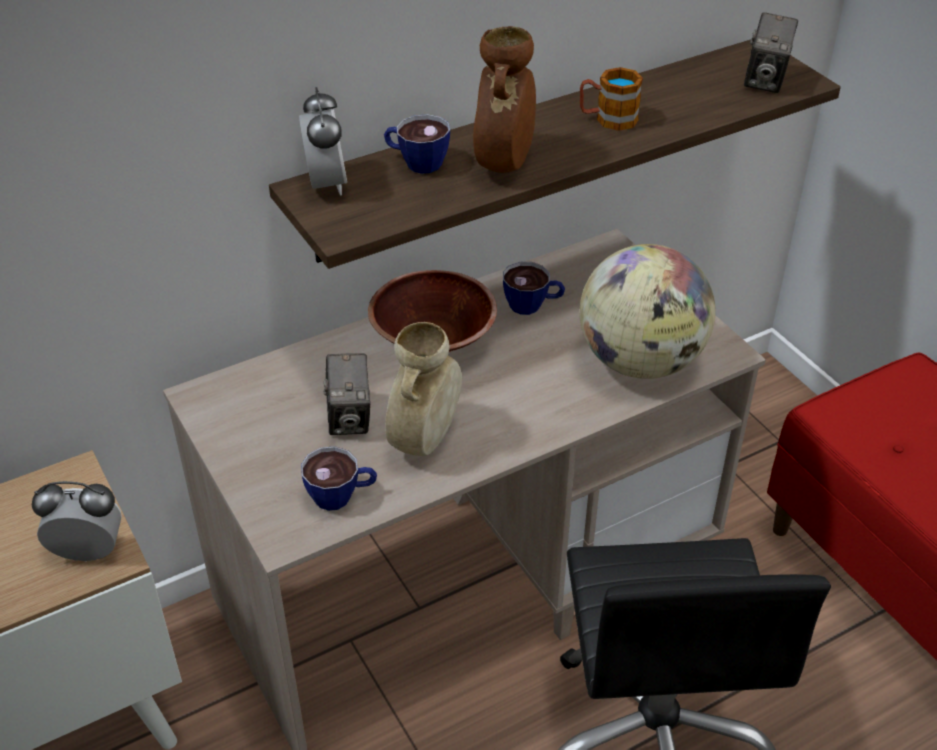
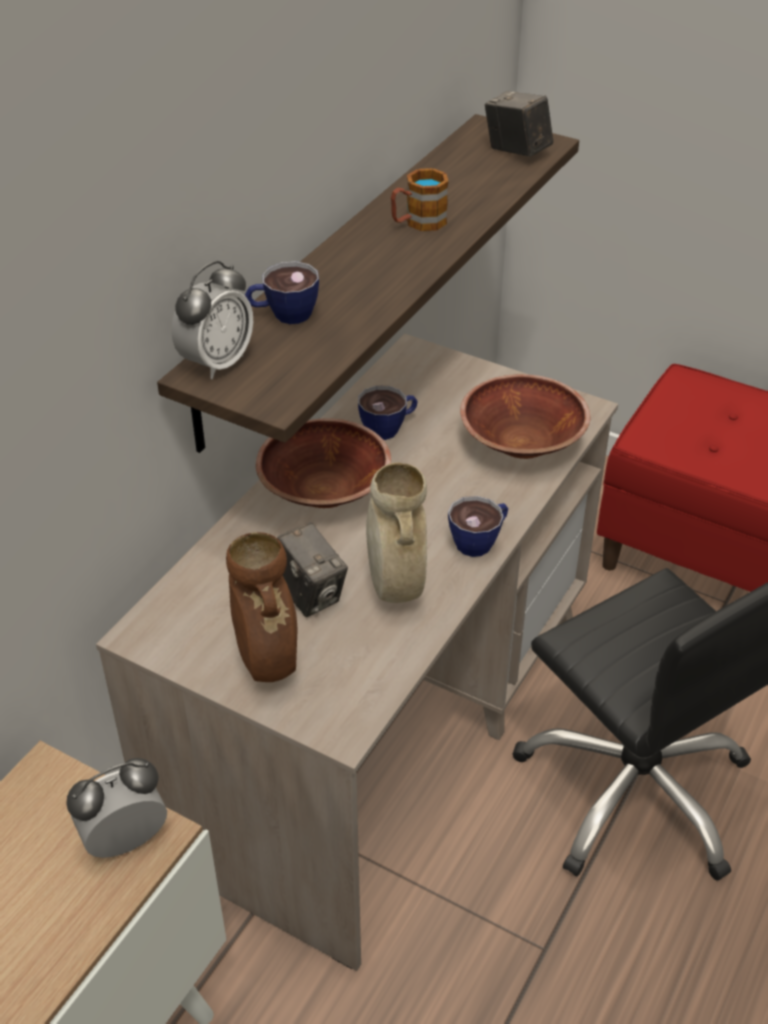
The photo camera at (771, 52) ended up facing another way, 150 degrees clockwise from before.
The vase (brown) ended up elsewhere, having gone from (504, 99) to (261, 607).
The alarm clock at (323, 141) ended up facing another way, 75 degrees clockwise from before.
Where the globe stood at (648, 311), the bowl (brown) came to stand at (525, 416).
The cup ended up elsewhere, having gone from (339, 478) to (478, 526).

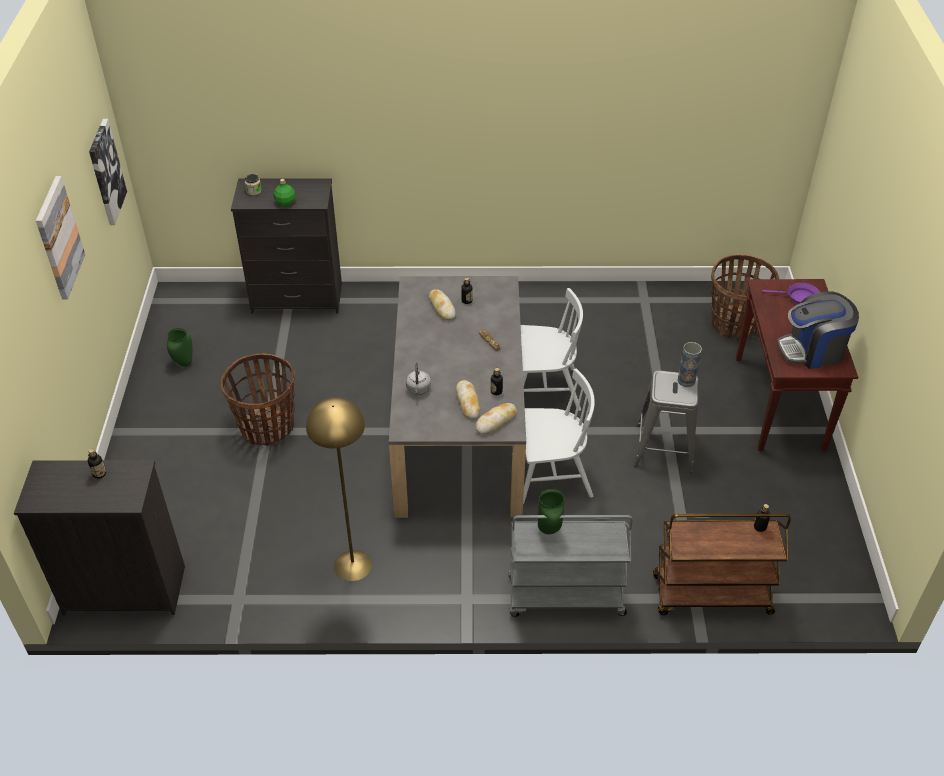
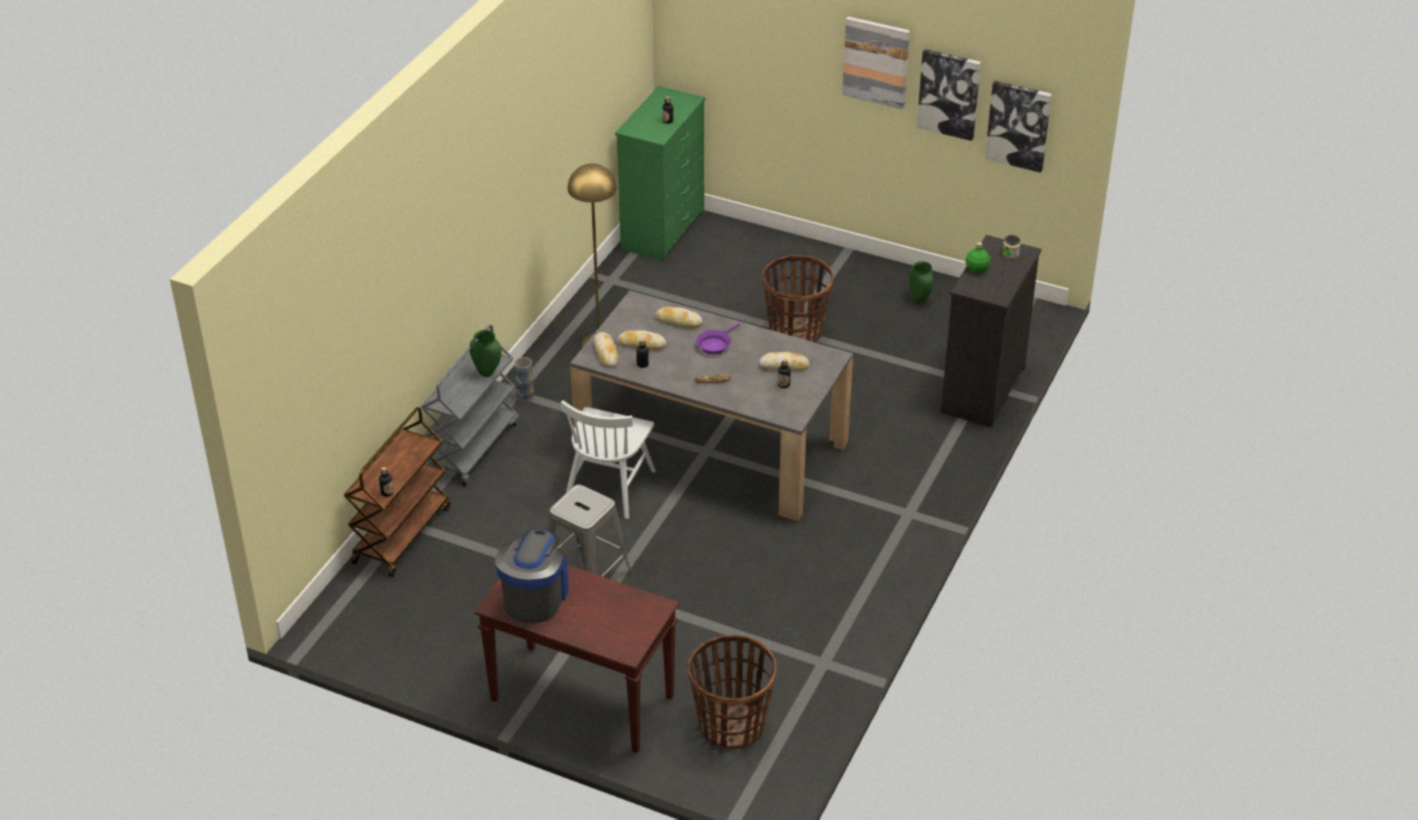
The frying pan (purple) ended up elsewhere, having gone from (791, 293) to (718, 338).
The second view lost the chair (white) at (552, 349).
The vase ended up elsewhere, having gone from (690, 364) to (524, 380).
Where the kettle (grey) stood at (418, 379), the bread came to stand at (679, 317).
What was the dresser (black) at (99, 537) turned into the dresser (green) at (660, 173).
The second view gained the picture at (949, 95).

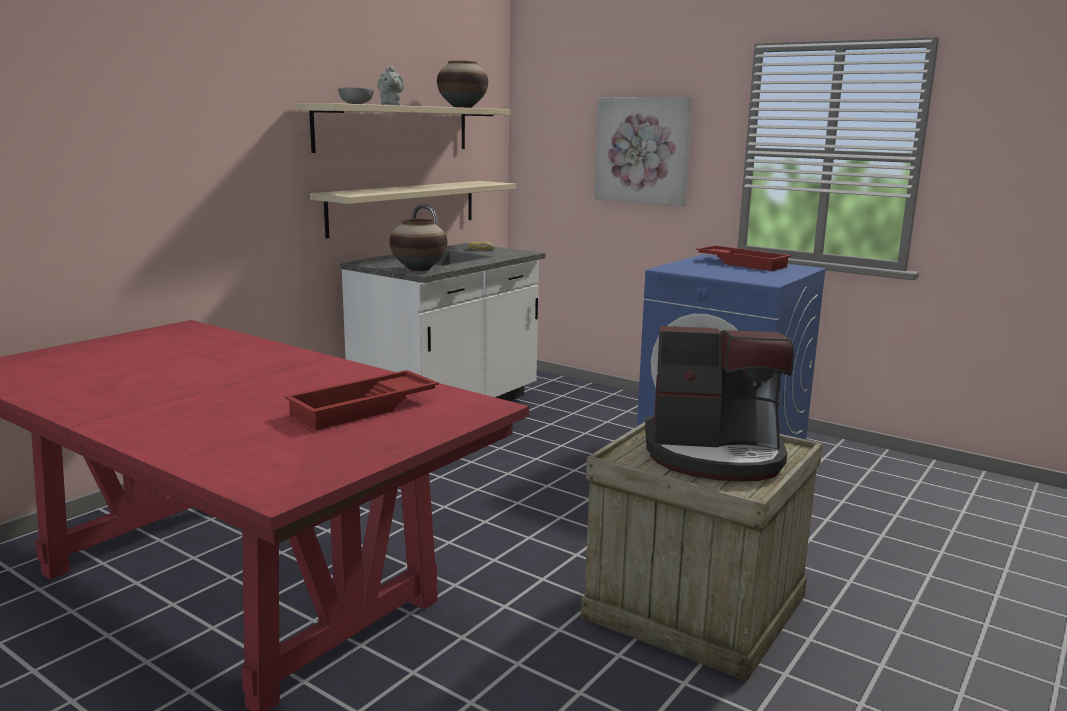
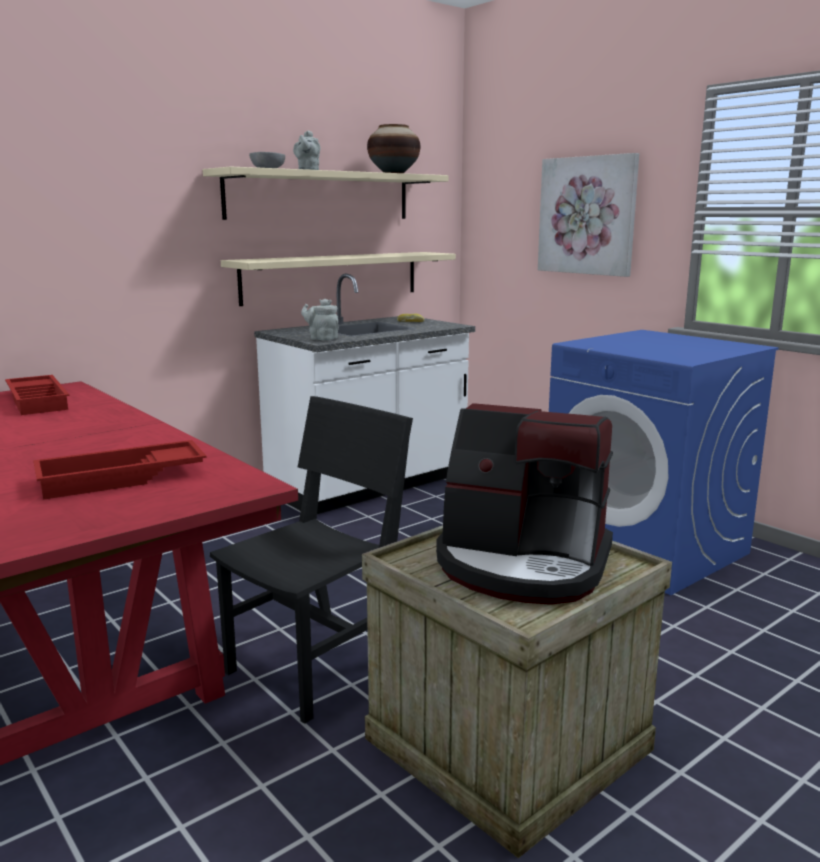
Where the vase stood at (418, 245), the teapot (grey) came to stand at (320, 320).
The tray (red) ended up elsewhere, having gone from (743, 258) to (37, 395).
The second view gained the chair (black) at (311, 560).

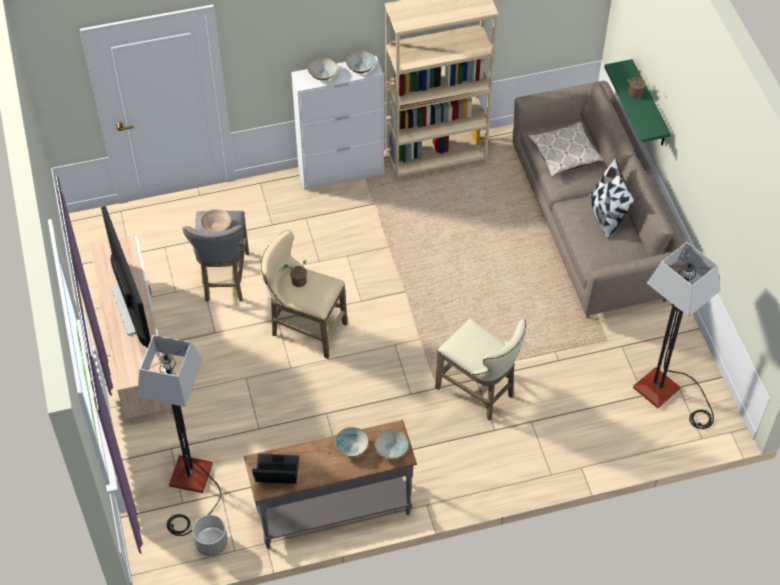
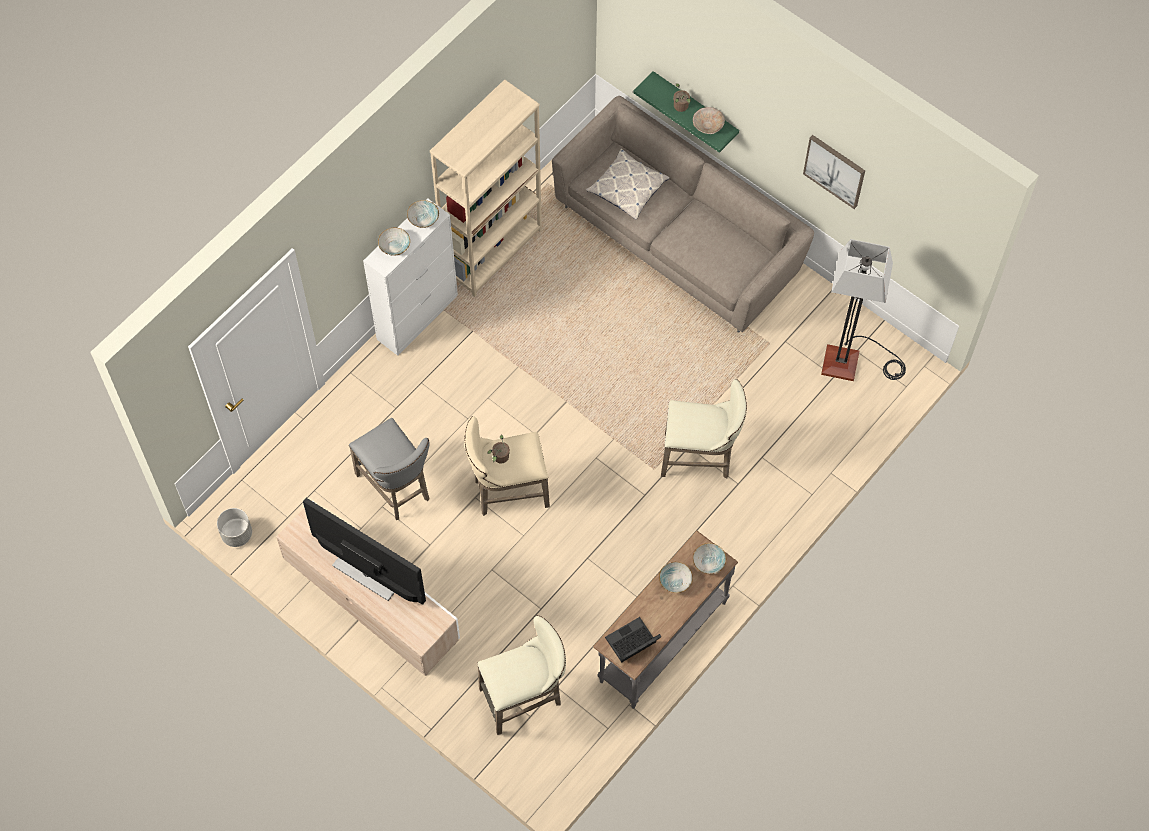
The second view lost the pillow at (612, 198).
The bowl (beige) ended up elsewhere, having gone from (215, 220) to (709, 120).
Where the floor lamp stood at (179, 435), the stool (beige) came to stand at (521, 675).
The planter (grey) ended up elsewhere, having gone from (210, 535) to (234, 527).
The second view gained the picture at (834, 172).

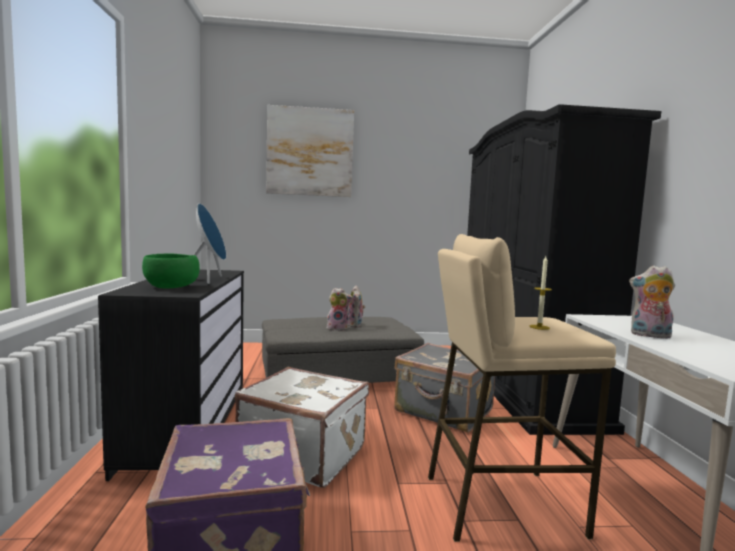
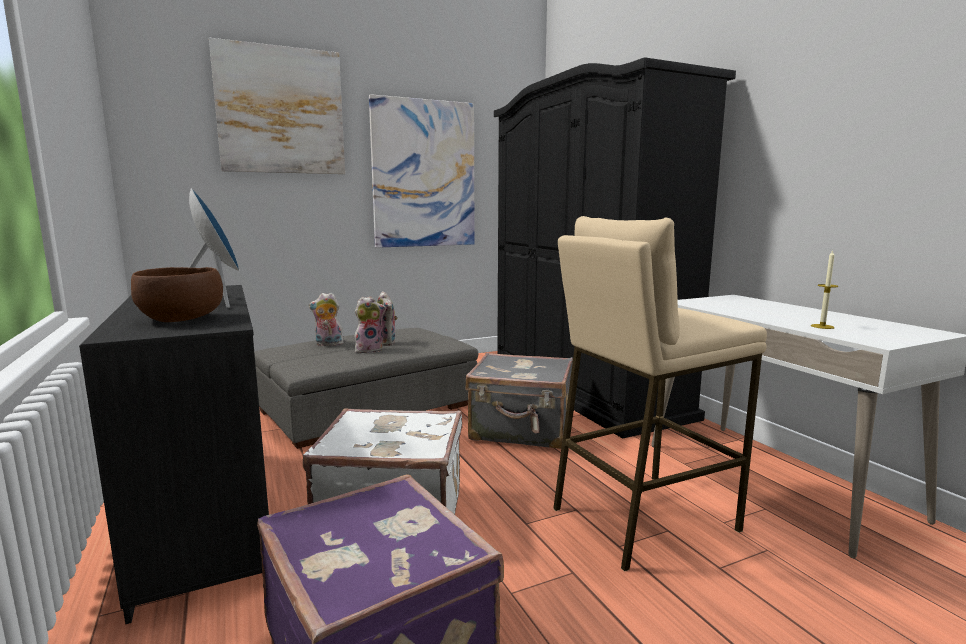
What was the bowl (green) at (171, 271) turned into the bowl (brown) at (177, 294).
The candle ended up elsewhere, having gone from (540, 293) to (824, 289).
The plush toy ended up elsewhere, having gone from (652, 302) to (326, 319).
The second view gained the picture at (422, 171).

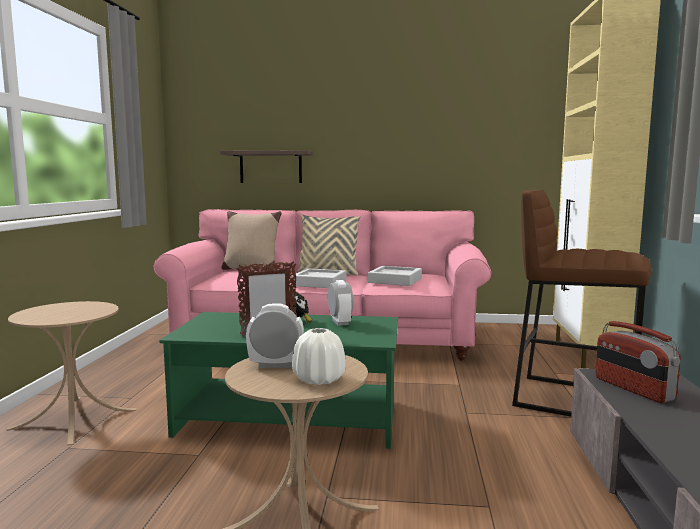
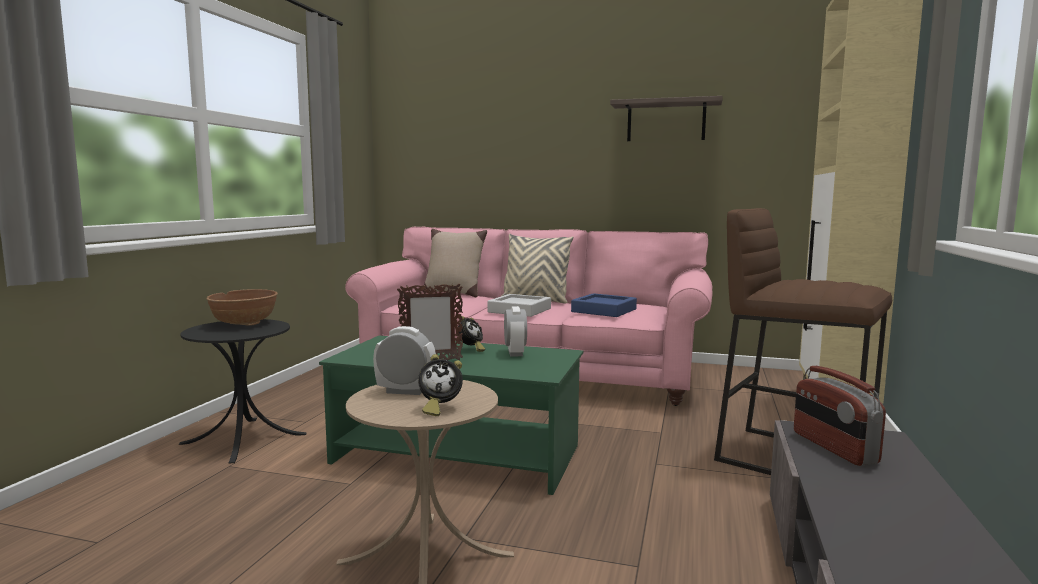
The shelf ended up elsewhere, having gone from (266, 166) to (666, 118).
What was the tray (grey) at (395, 276) turned into the tray (blue) at (604, 305).
What was the side table (beige) at (71, 373) turned into the side table (black) at (243, 391).
Where the vase (white) stood at (319, 356), the alarm clock came to stand at (440, 385).
The second view gained the bowl (brown) at (242, 307).

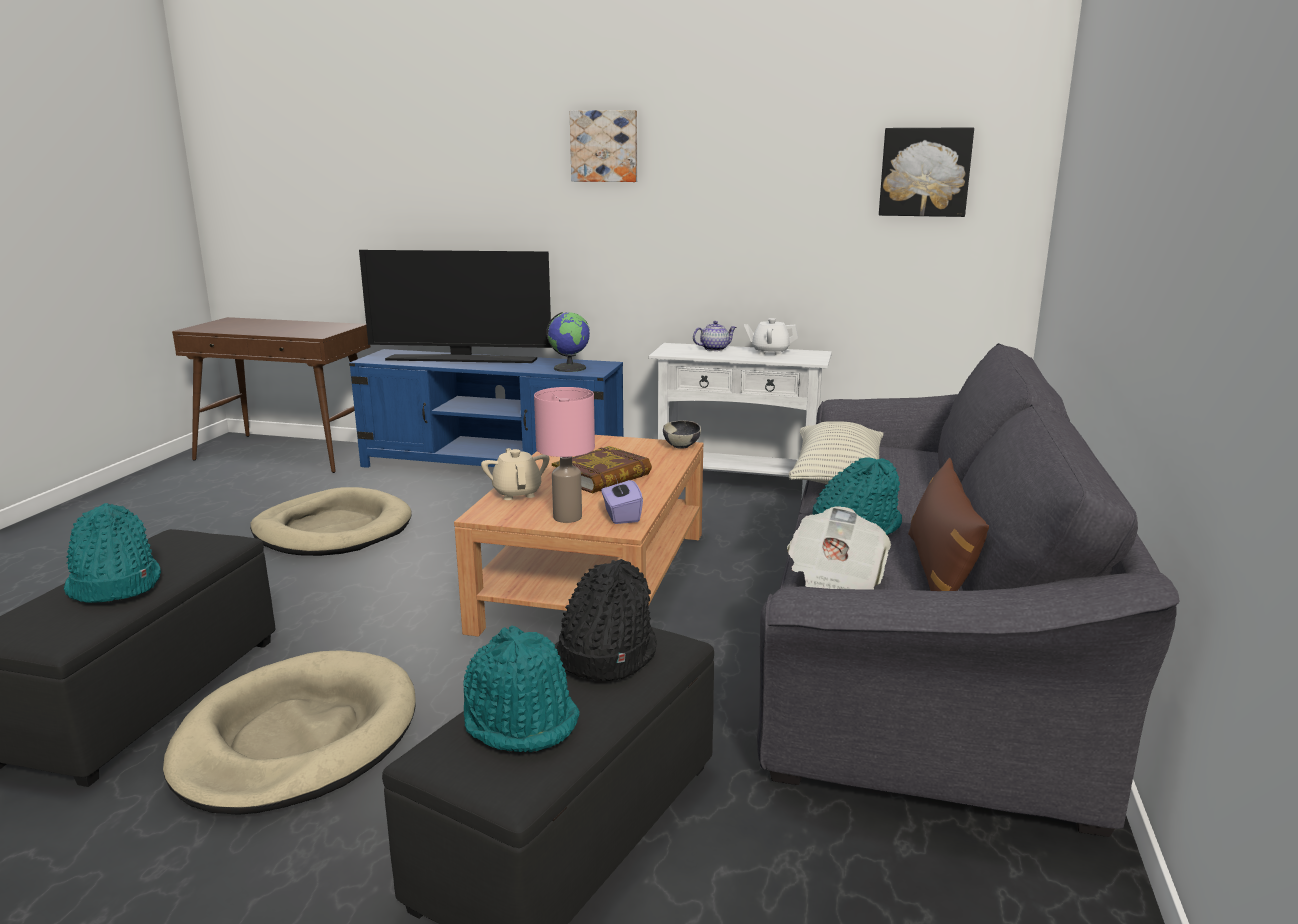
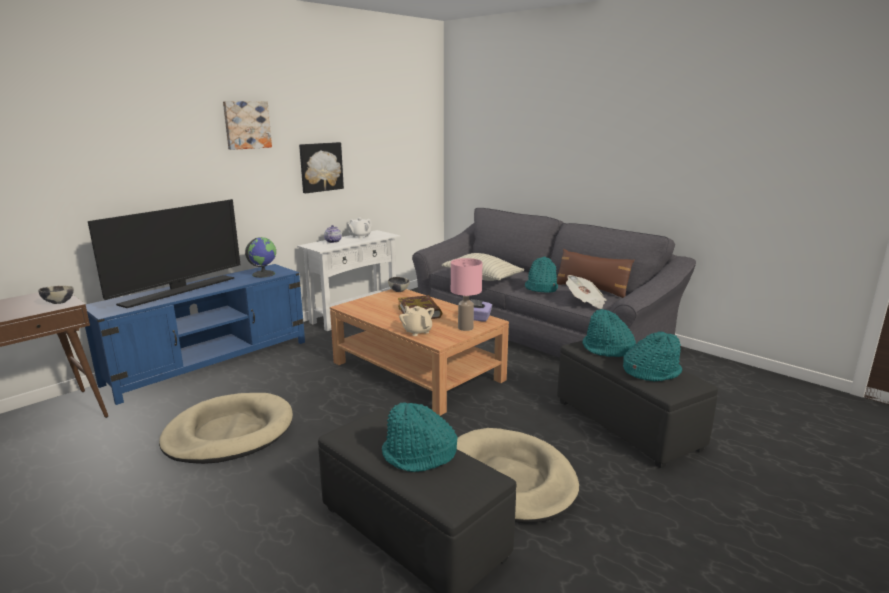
The picture ended up elsewhere, having gone from (926, 172) to (321, 167).
The teapot (beige) at (515, 474) ended up facing another way, 45 degrees clockwise from before.
What was the hat (black) at (606, 620) turned into the hat (turquoise) at (609, 333).
The second view gained the bowl at (56, 295).

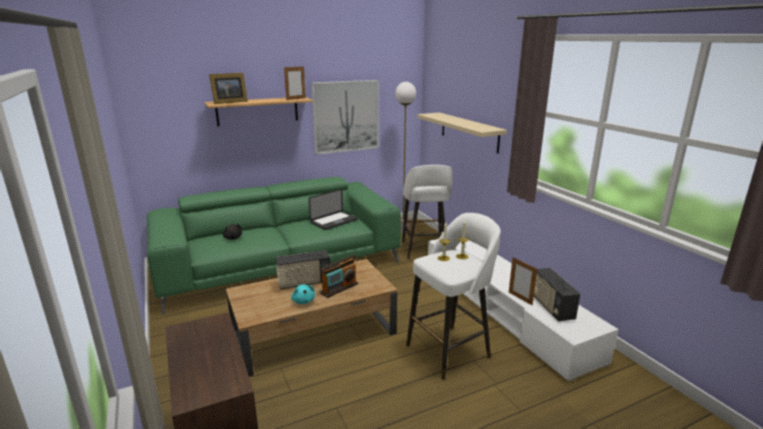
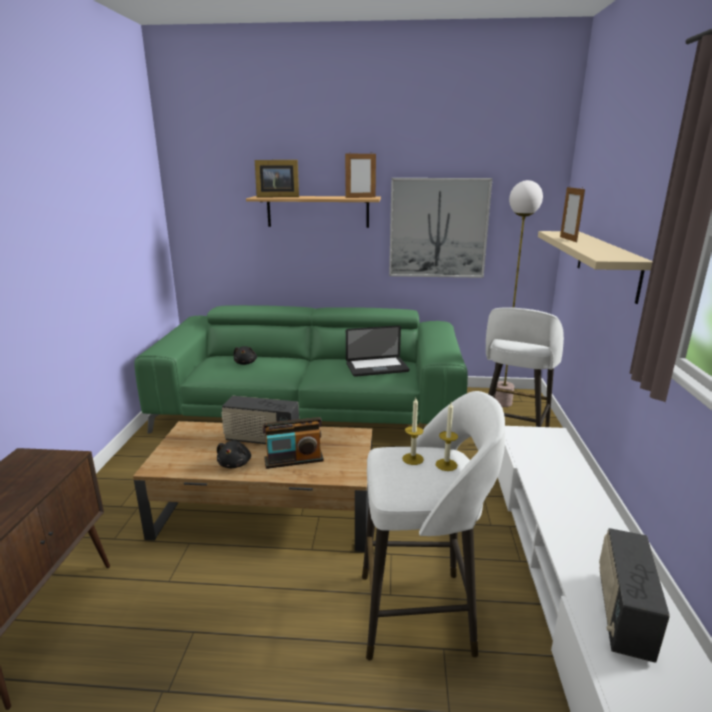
The picture frame ended up elsewhere, having gone from (523, 281) to (572, 214).
What was the plush toy (turquoise) at (303, 294) turned into the plush toy (black) at (234, 454).

